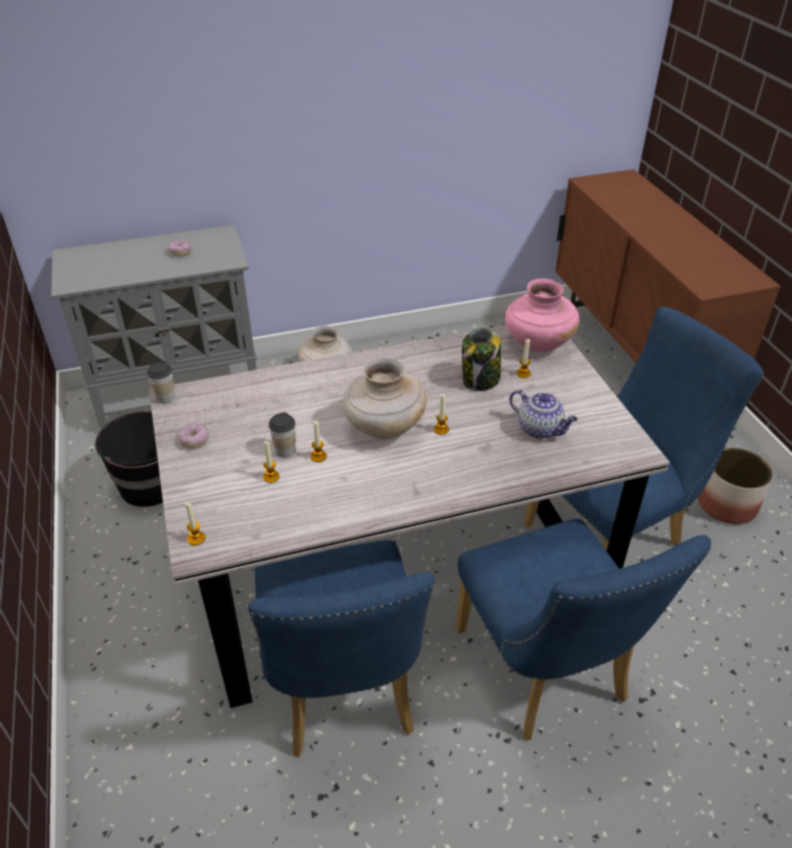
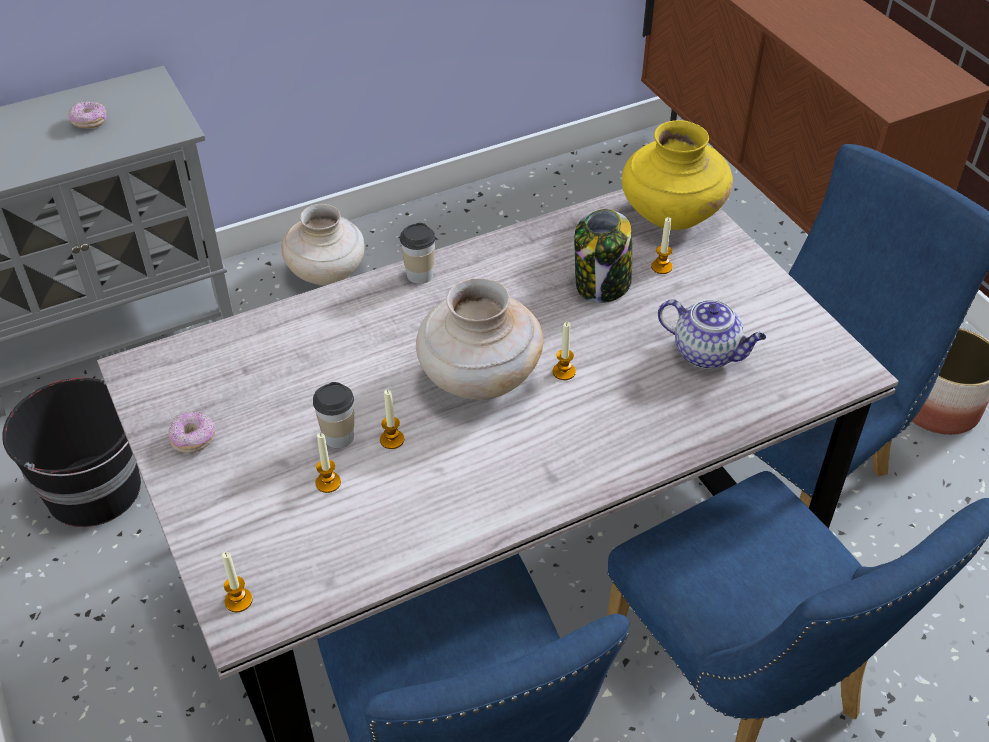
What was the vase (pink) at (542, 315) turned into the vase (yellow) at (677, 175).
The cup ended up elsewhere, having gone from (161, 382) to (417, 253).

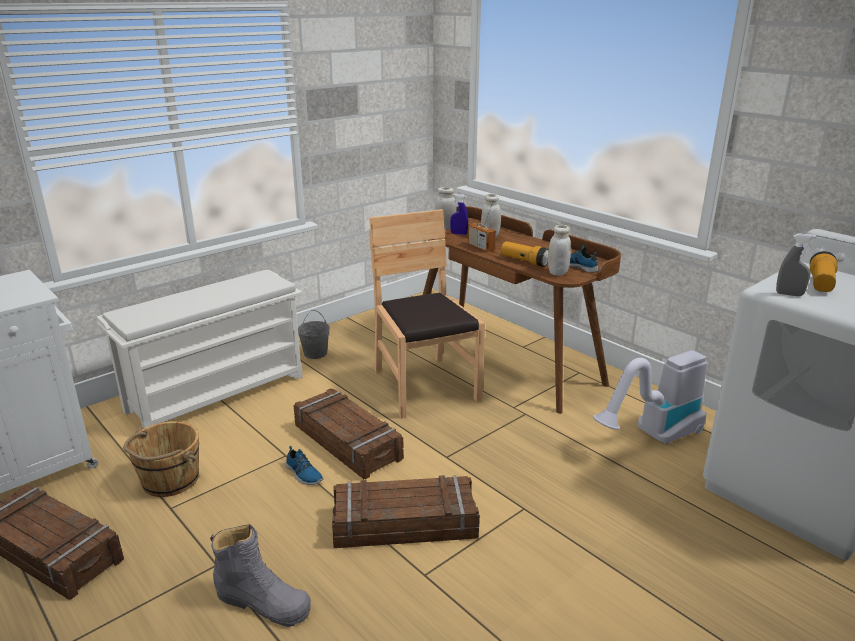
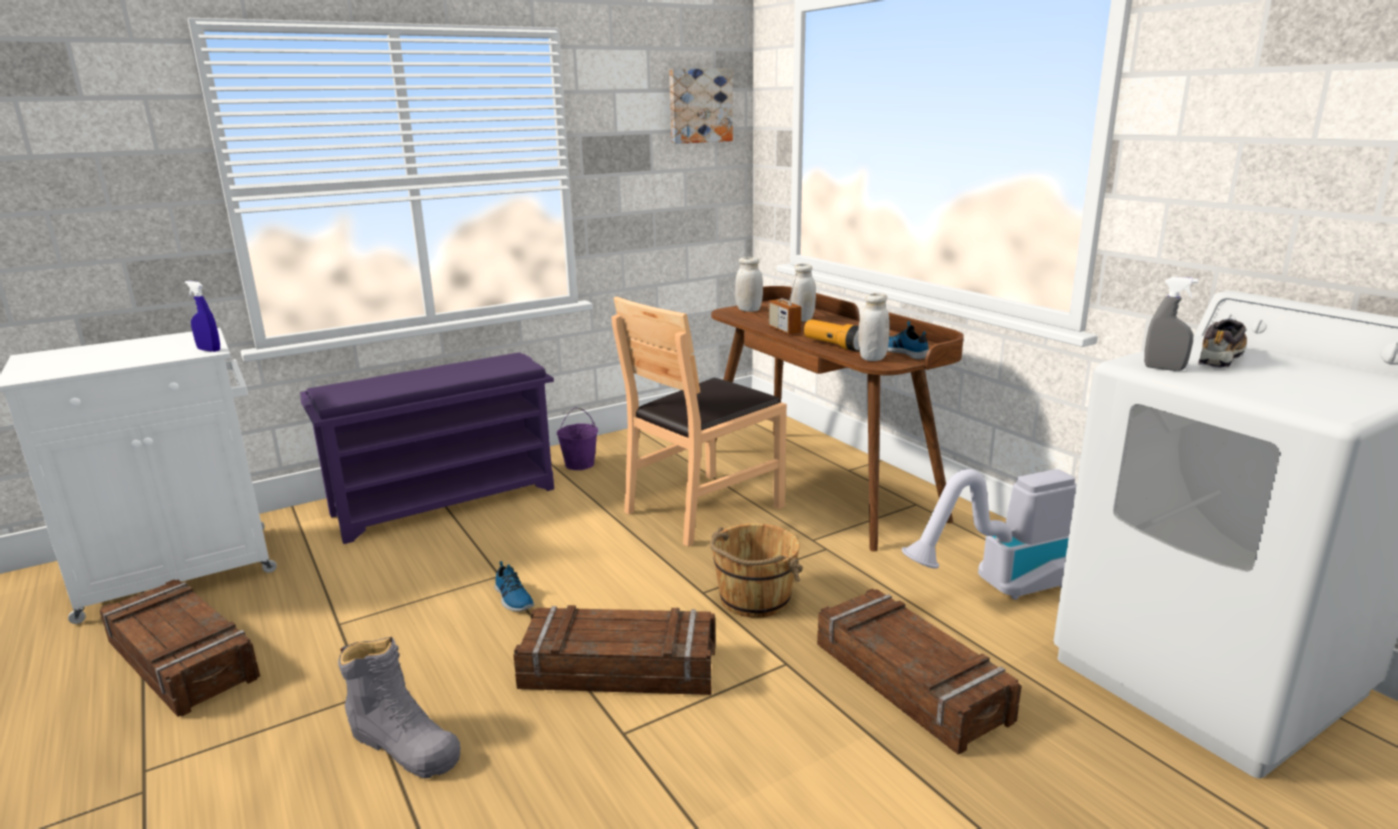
The spray bottle (blue) ended up elsewhere, having gone from (459, 214) to (202, 316).
The chair (brown) at (427, 313) ended up facing another way, 120 degrees counterclockwise from before.
Where the flashlight stood at (824, 271), the shoe came to stand at (1222, 343).
What was the shoe rack (white) at (199, 348) turned into the shoe rack (purple) at (427, 448).
What was the bucket (grey) at (314, 334) turned into the bucket (purple) at (577, 438).
The crate ended up elsewhere, having gone from (348, 434) to (919, 671).
The bucket (brown) ended up elsewhere, having gone from (161, 459) to (756, 570).
The second view gained the picture at (701, 106).

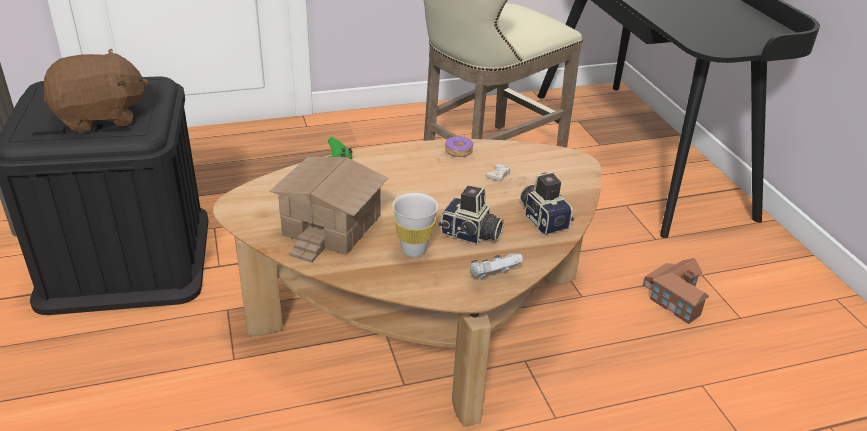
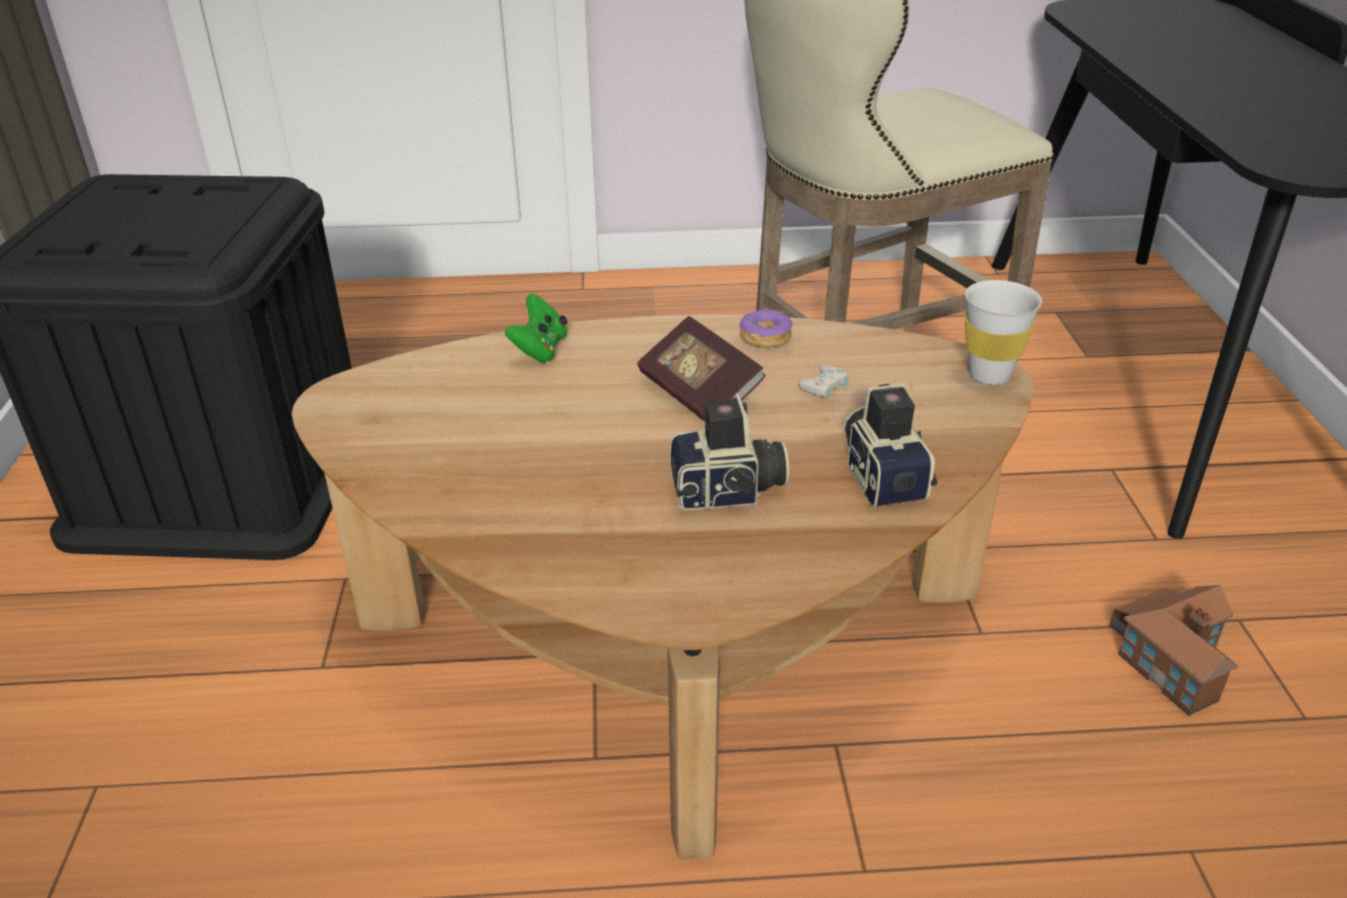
The second view lost the plush toy (brown) at (96, 91).
The second view lost the toy house at (329, 209).
The photo camera at (471, 215) ended up facing another way, 45 degrees counterclockwise from before.
The cup (white) ended up elsewhere, having gone from (415, 225) to (1003, 332).
The second view lost the game controller (white) at (497, 267).
The second view gained the book at (701, 369).

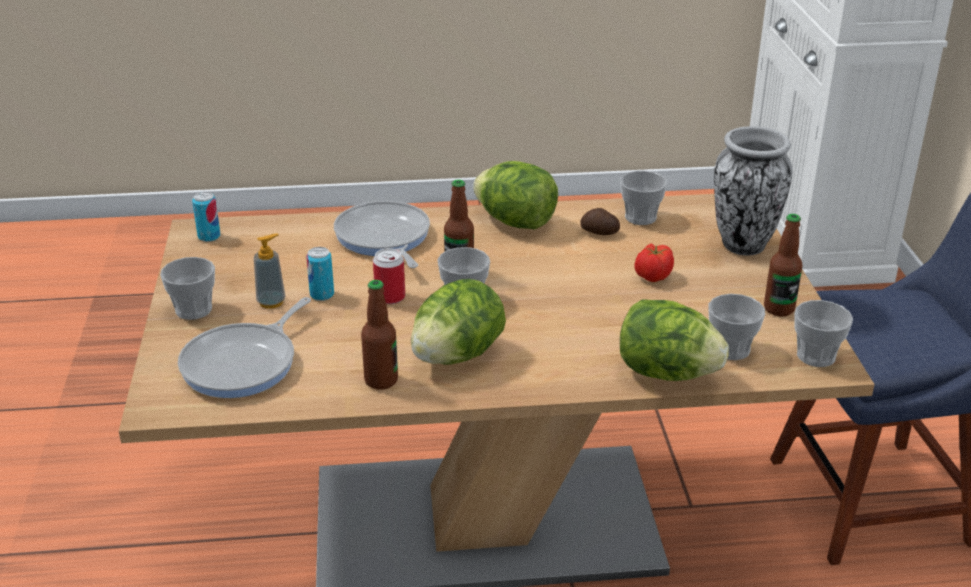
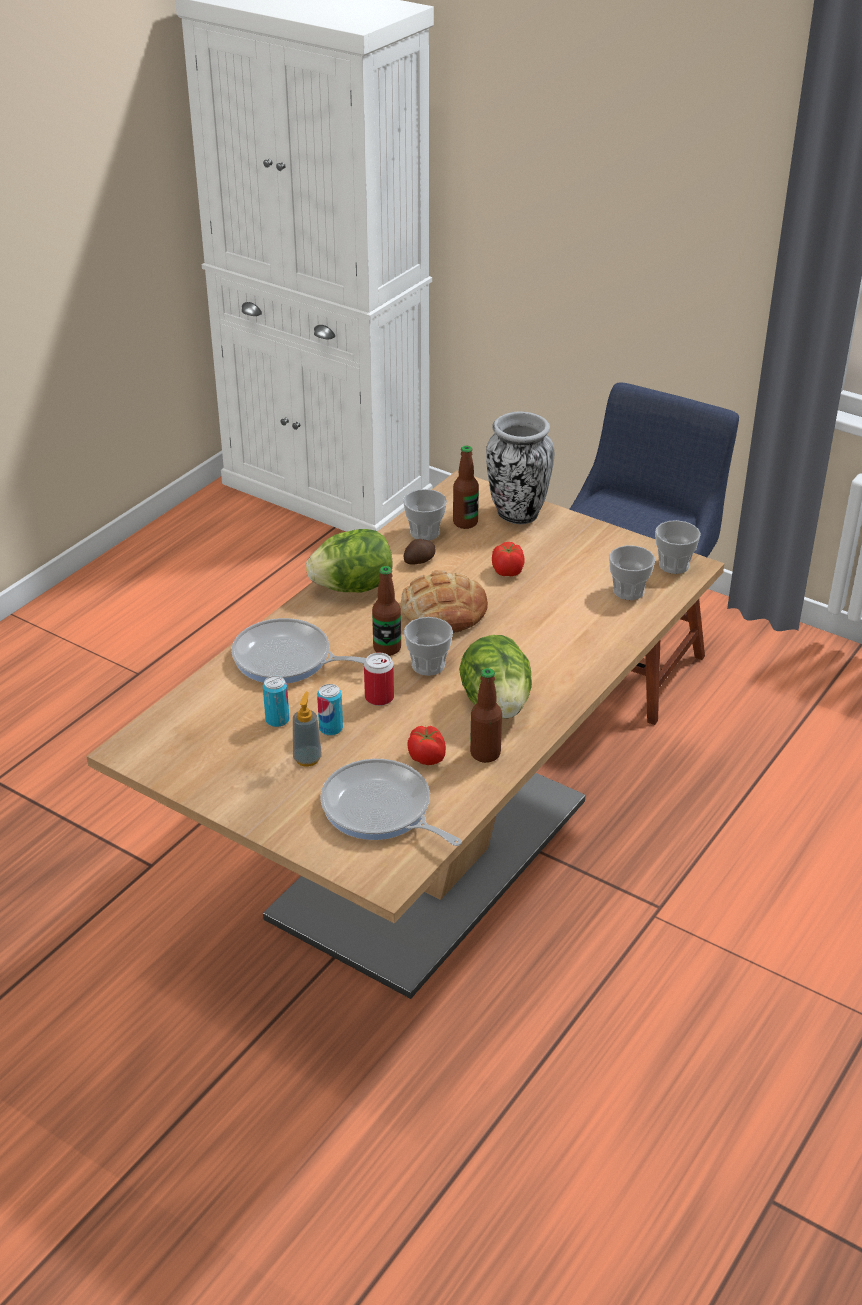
The can ended up elsewhere, having gone from (206, 217) to (276, 701).
The bottle ended up elsewhere, having gone from (783, 265) to (466, 487).
The second view lost the cup at (187, 288).
The frying pan at (244, 347) ended up facing another way, 150 degrees clockwise from before.
The second view lost the lettuce at (674, 340).
The second view gained the bread at (444, 601).
The second view gained the tomato at (426, 745).

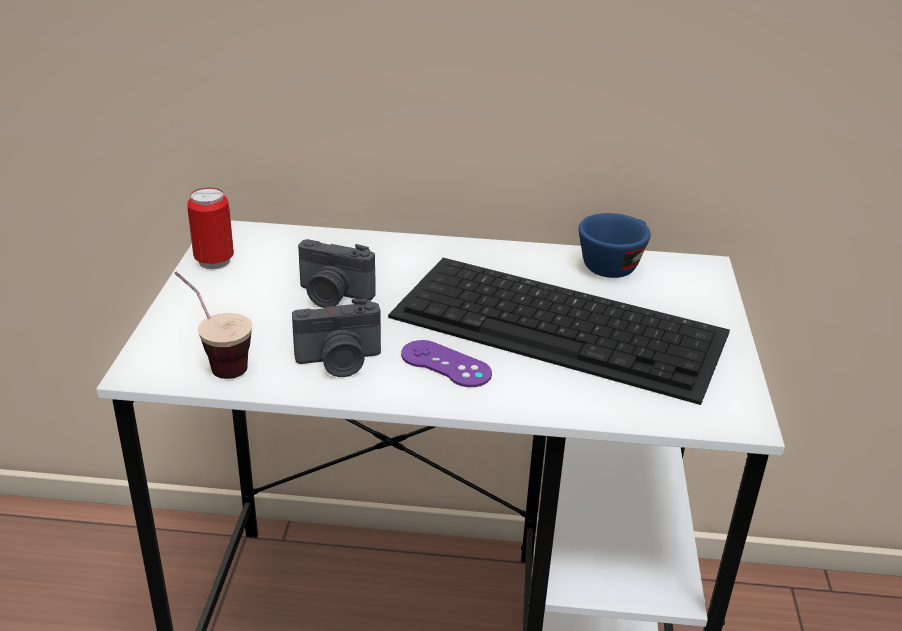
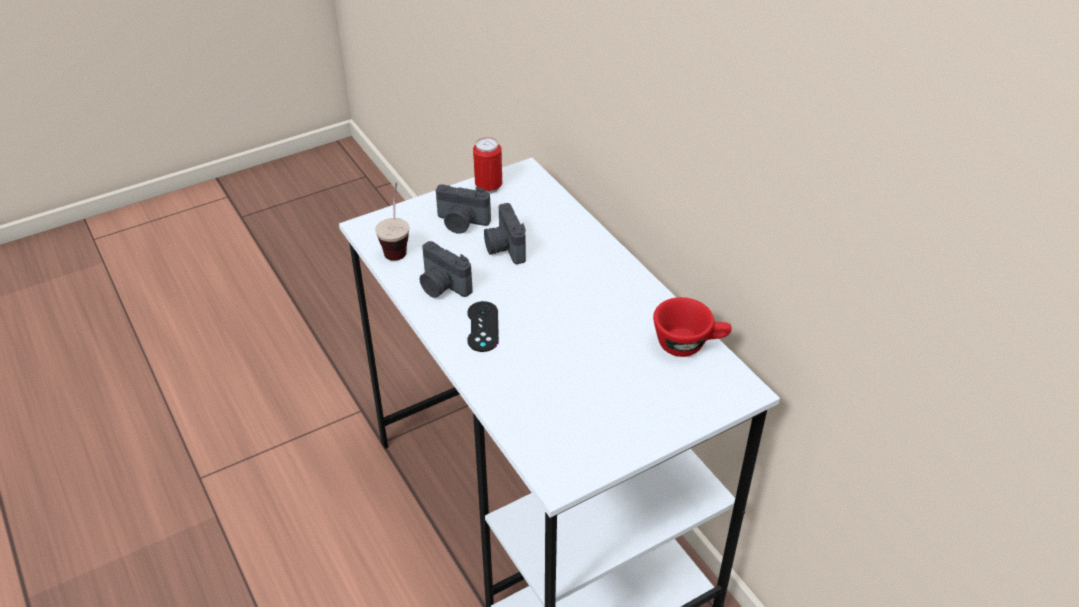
What was the cup (blue) at (615, 245) turned into the cup (red) at (692, 327).
The second view lost the keyboard at (559, 331).
What was the game controller (purple) at (446, 363) turned into the game controller (black) at (483, 326).
The second view gained the photo camera at (463, 209).

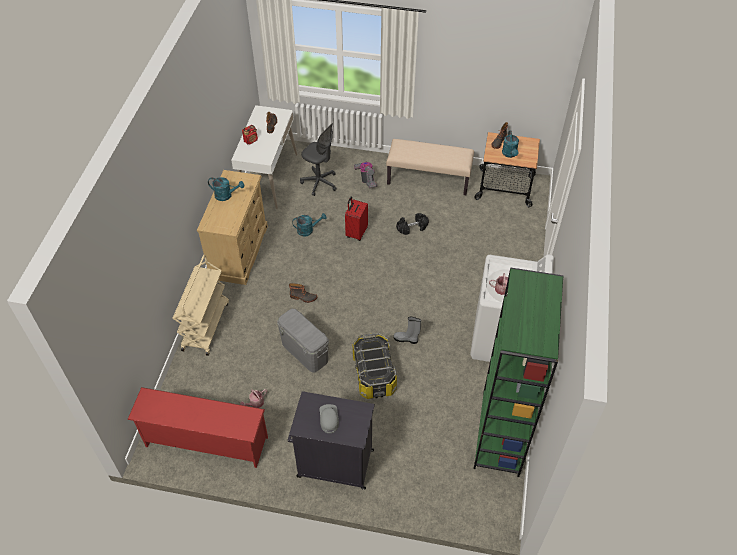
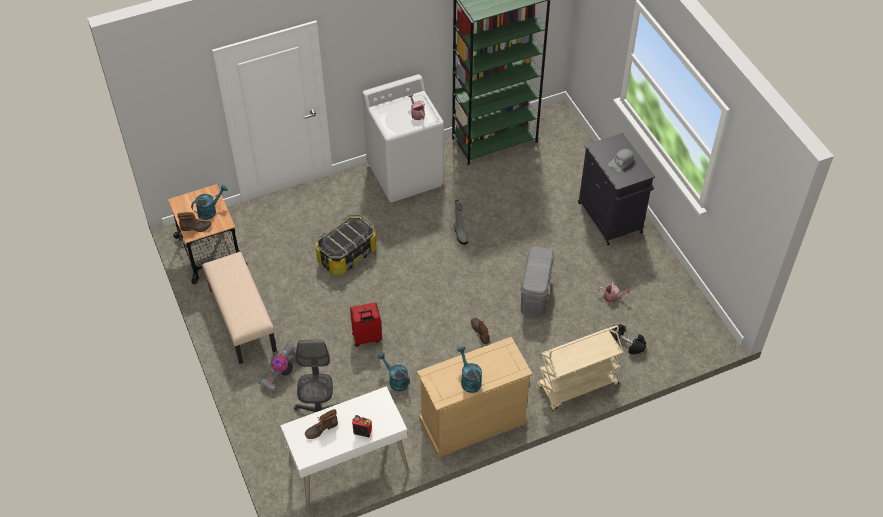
The dumbbell (black) ended up elsewhere, having gone from (412, 224) to (628, 339).
The storage box ended up elsewhere, having gone from (375, 366) to (346, 244).
The second view lost the shoe rack (red) at (197, 427).

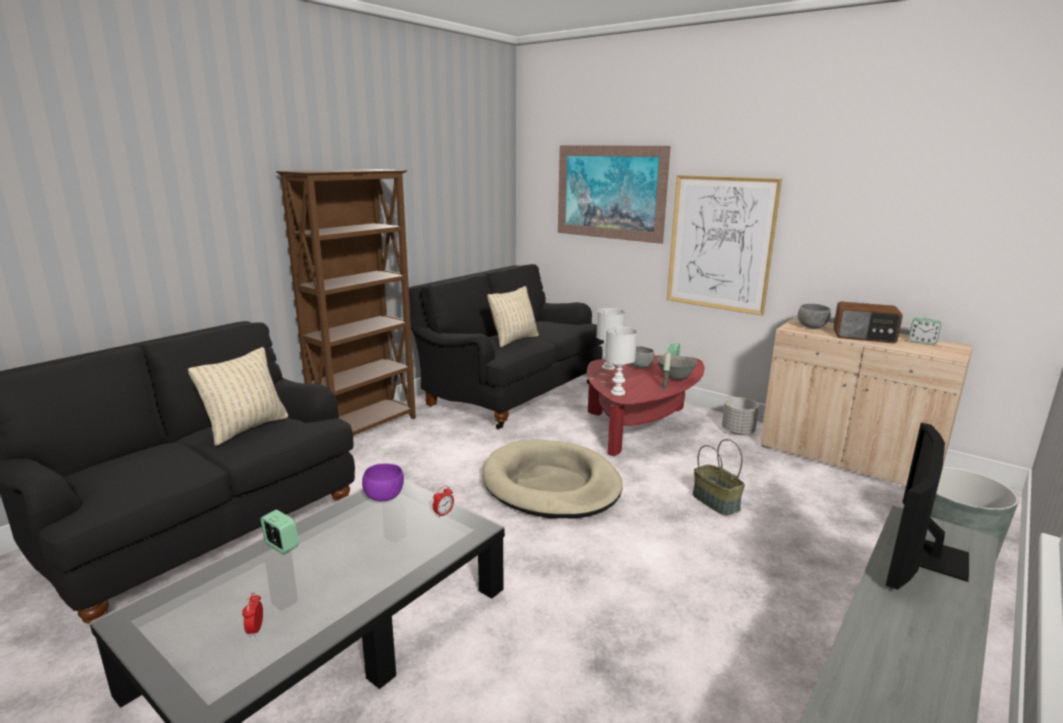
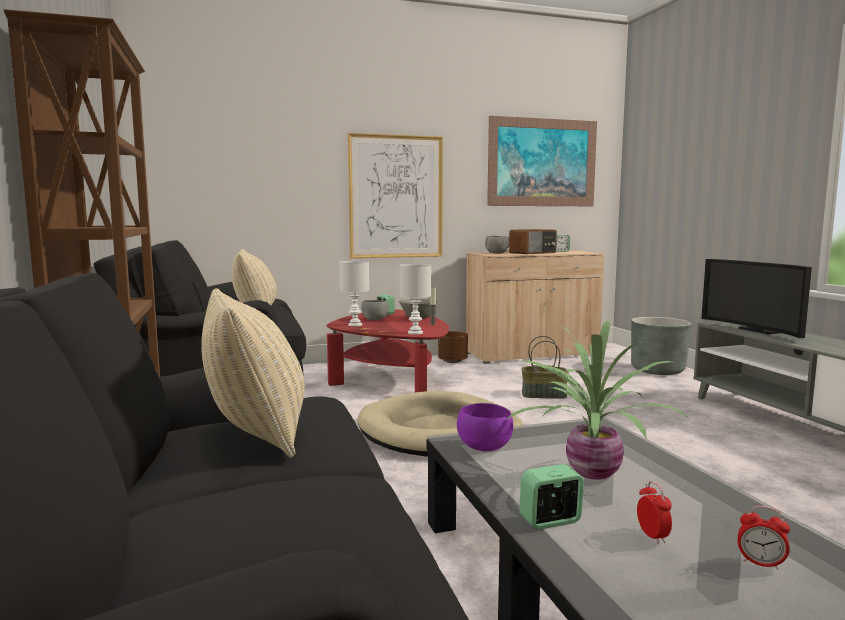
The picture ended up elsewhere, having gone from (614, 194) to (542, 161).
What was the planter (grey) at (740, 416) turned into the planter (brown) at (453, 347).
The alarm clock ended up elsewhere, having gone from (443, 502) to (654, 512).
The second view gained the potted plant at (597, 400).

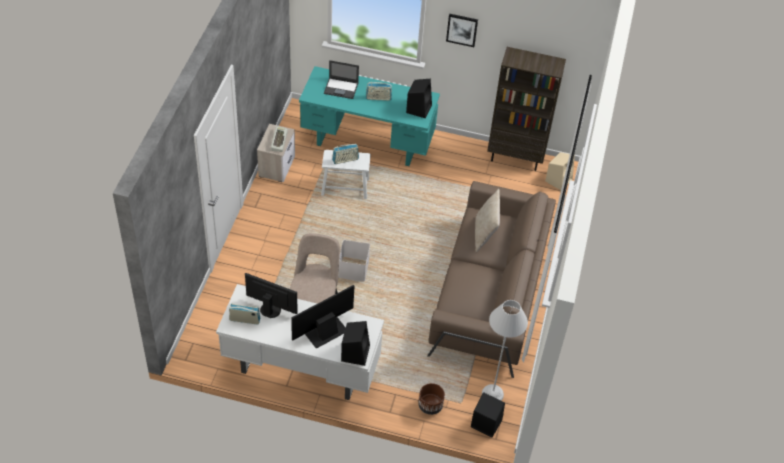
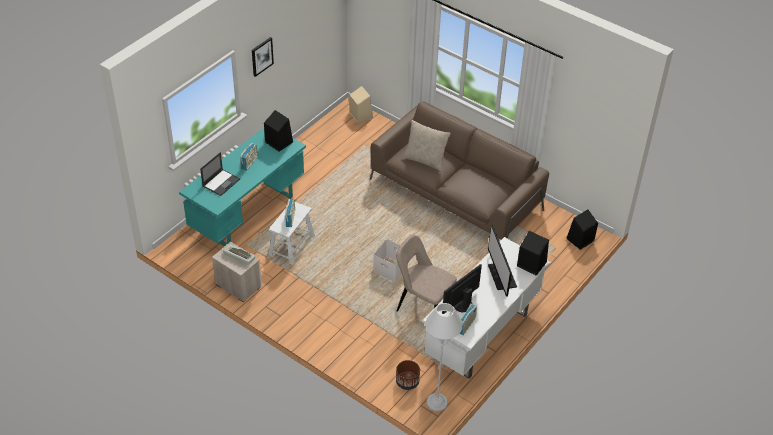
The second view lost the bookcase (brown) at (526, 109).
The floor lamp (grey) ended up elsewhere, having gone from (505, 350) to (444, 357).
The planter (brown) ended up elsewhere, having gone from (431, 399) to (408, 375).

